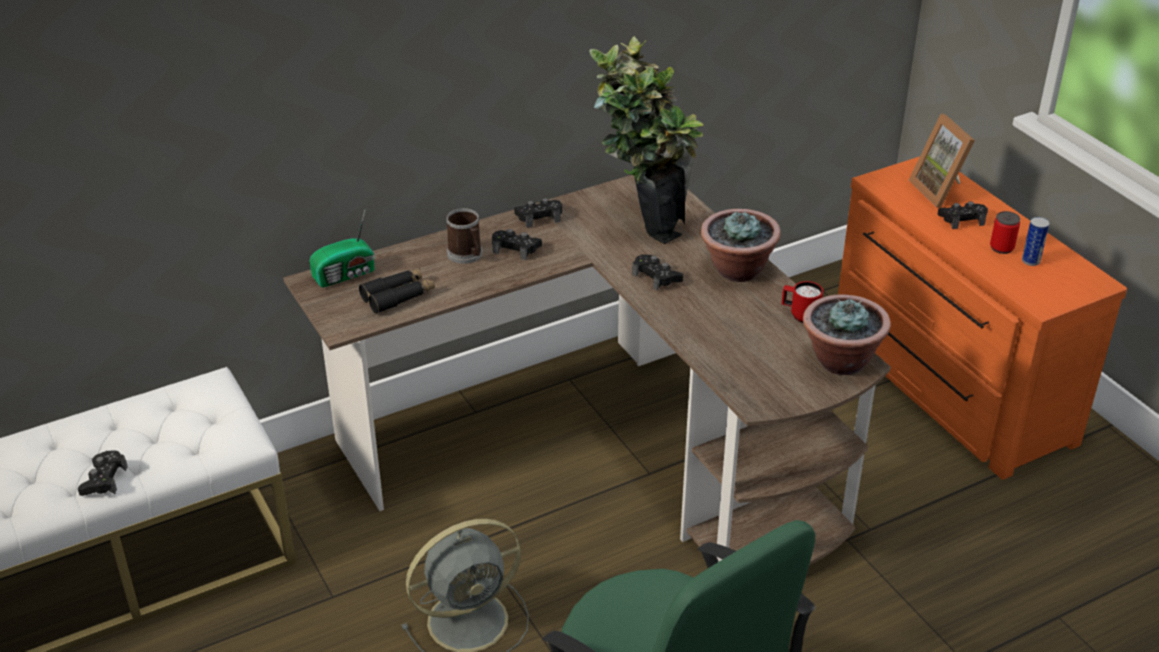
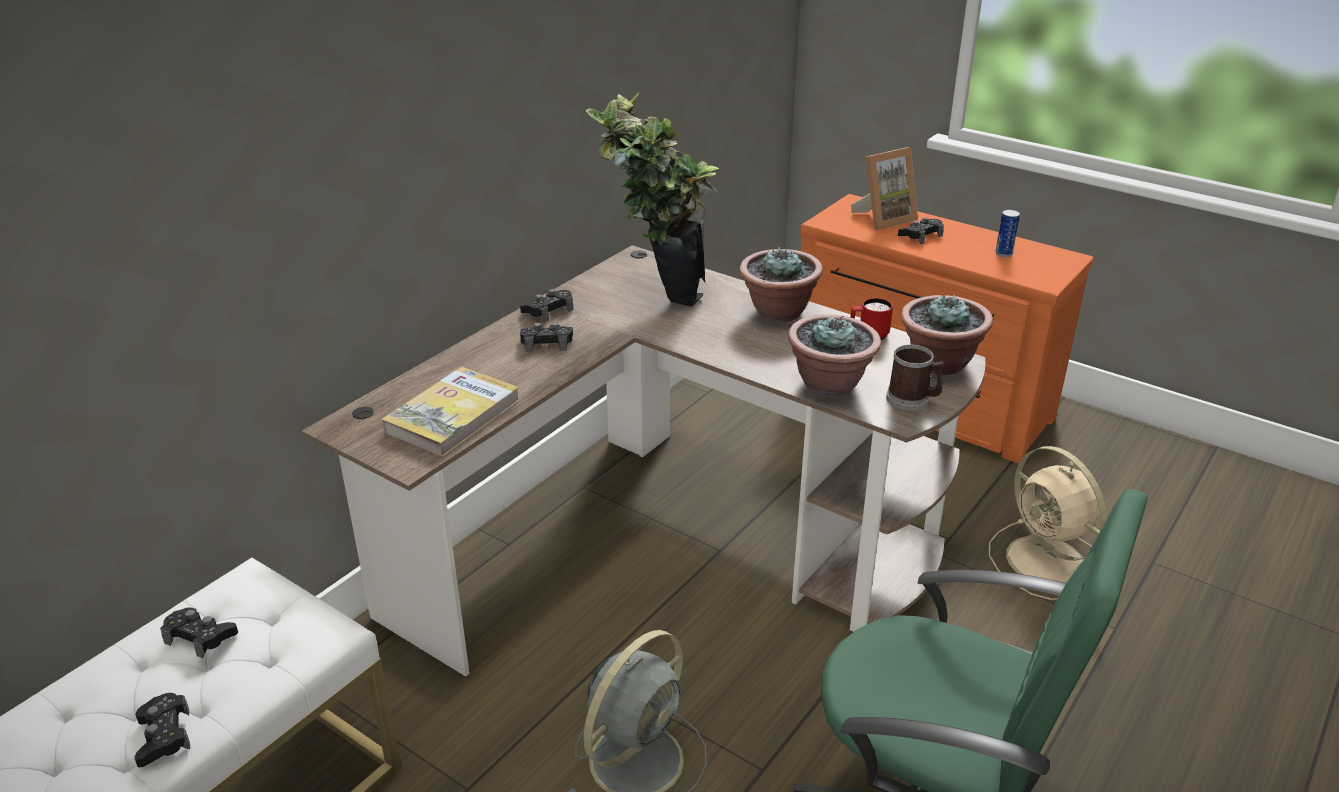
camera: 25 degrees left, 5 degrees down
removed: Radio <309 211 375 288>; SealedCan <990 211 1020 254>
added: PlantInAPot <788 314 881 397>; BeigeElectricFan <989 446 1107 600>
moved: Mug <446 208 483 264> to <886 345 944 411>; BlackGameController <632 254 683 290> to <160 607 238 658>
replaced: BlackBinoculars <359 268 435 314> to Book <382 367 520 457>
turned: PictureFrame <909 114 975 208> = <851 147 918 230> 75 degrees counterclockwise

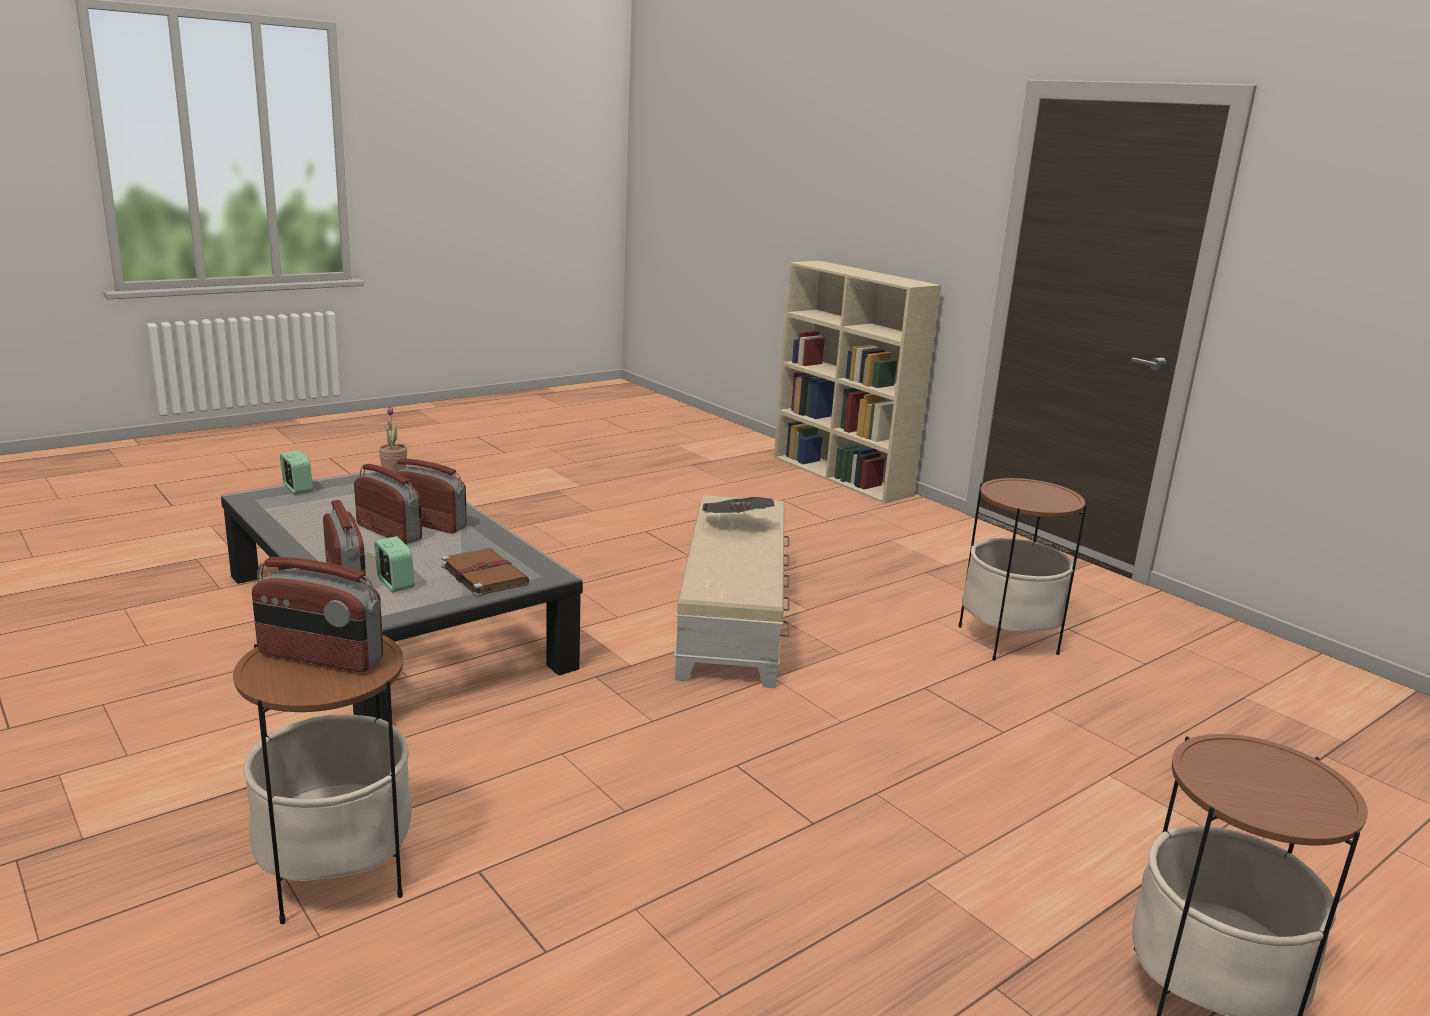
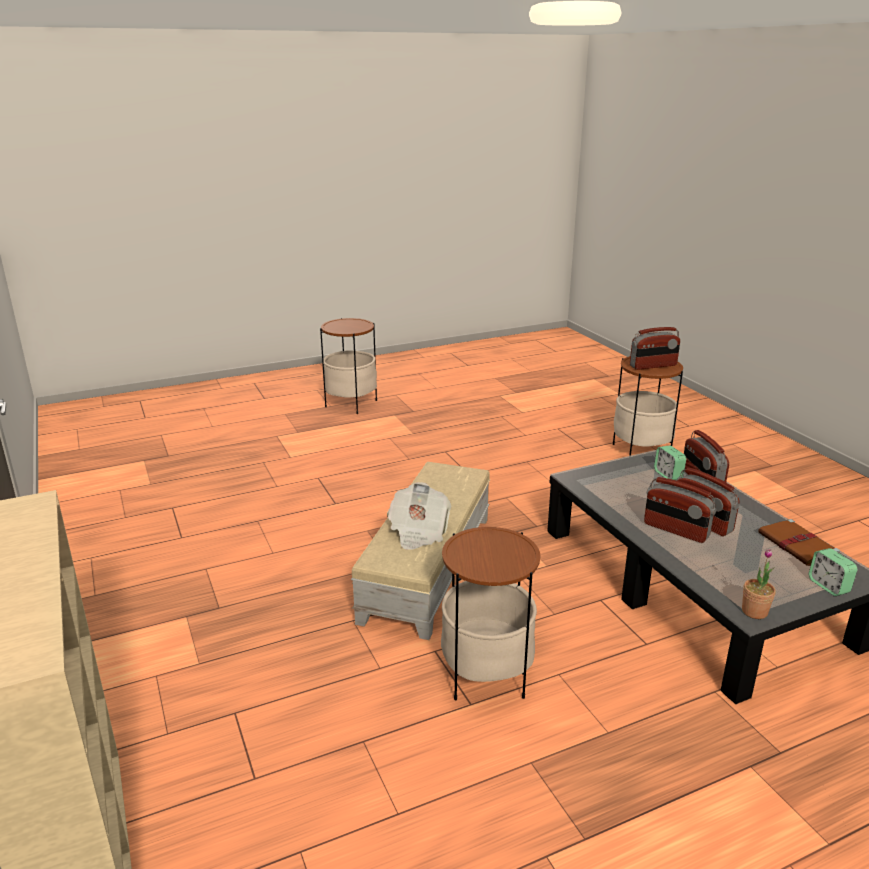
camera: 165 degrees left, 5 degrees up
moved: BrownBook <441 548 529 597> to <758 519 840 566>; AccentTable <958 478 1087 661> to <441 527 540 700>
turned: Radio <252 557 383 672> = <630 327 680 370> 135 degrees clockwise

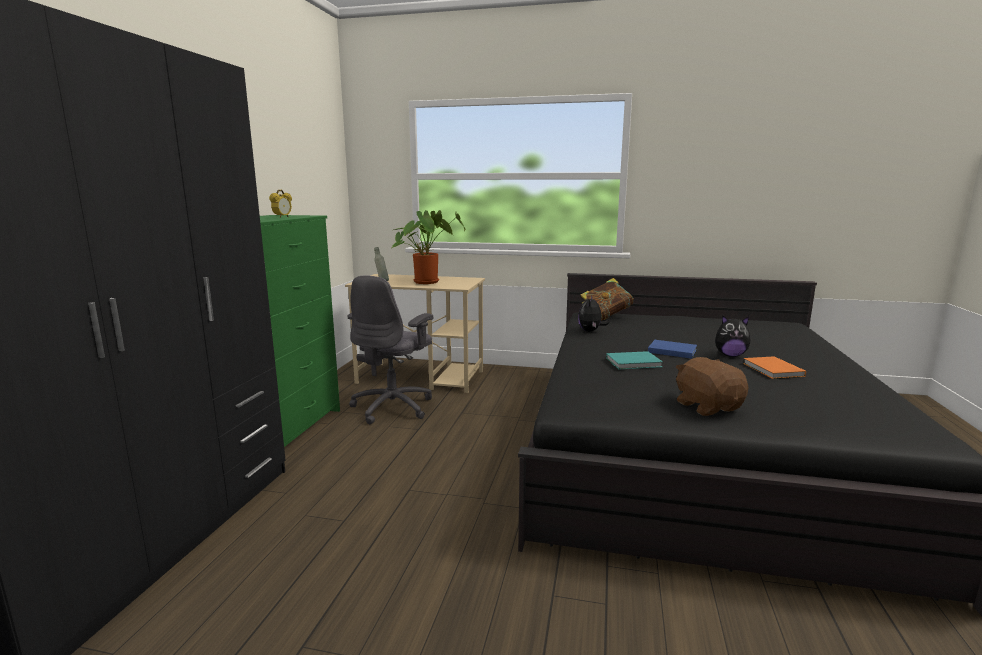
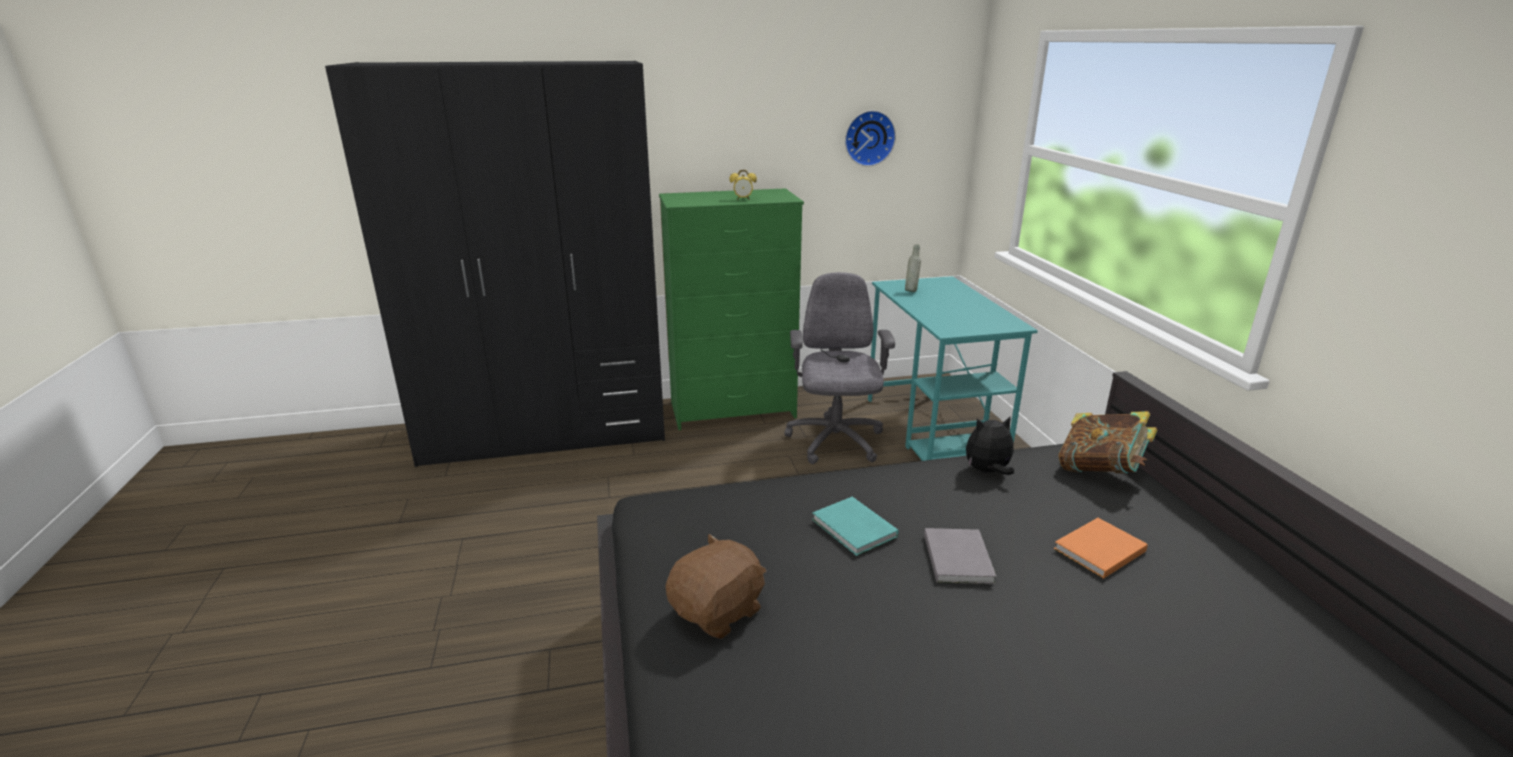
camera: 65 degrees right, 10 degrees up
removed: PlantInAPot <392 210 465 284>; PlushToy <715 316 750 357>
added: WallClock <845 110 896 166>
moved: OrangeColouredBook <743 356 806 379> to <1054 518 1148 579>
recoloured: BeigeDesk <345 274 485 393> to TurquoiseColouredDesk <868 276 1038 461>; BlueColouredBook <648 340 697 359> to GrayBook <924 528 997 584>
turned: GrayComputerChair <347 275 433 424> = <784 272 895 464> 90 degrees clockwise

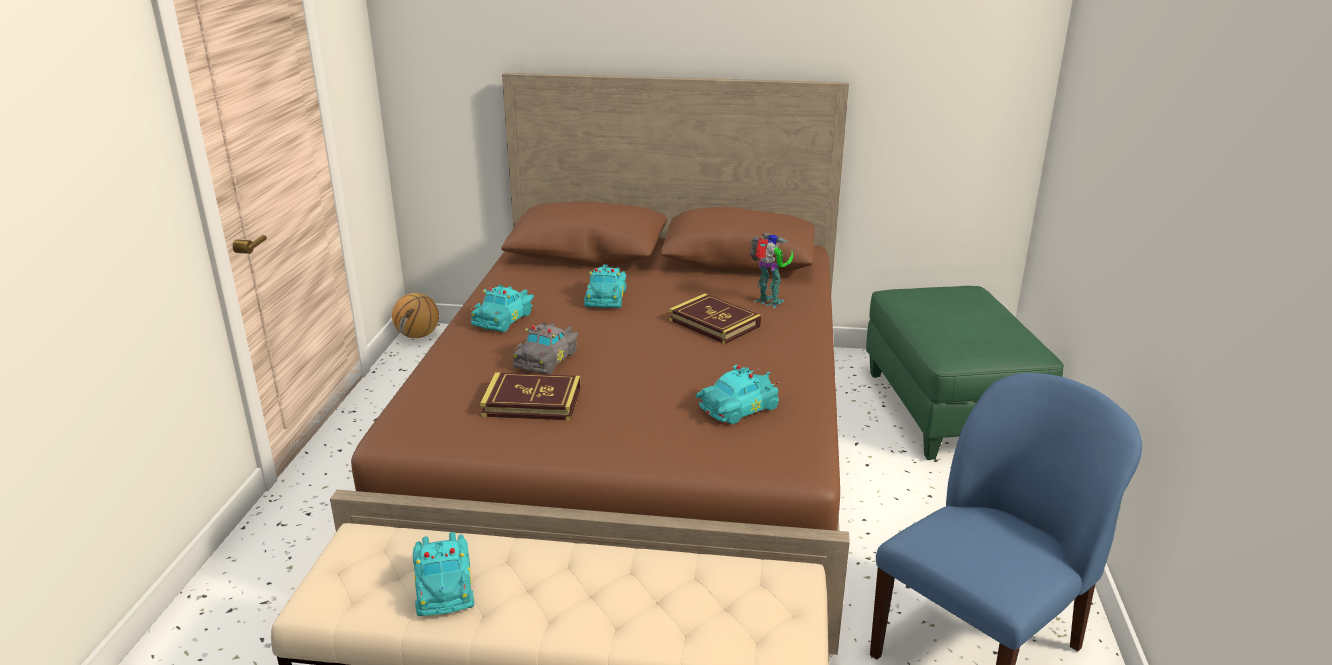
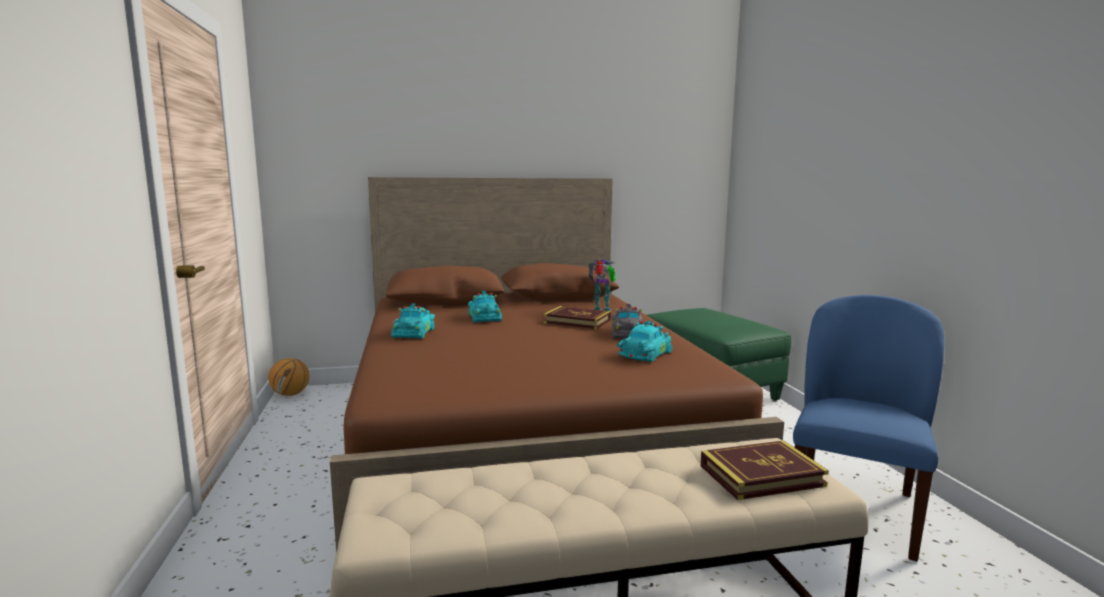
camera: 20 degrees left, 15 degrees down
removed: TurquoiseColouredToyCar <413 532 475 616>
moved: Book <480 372 581 421> to <700 441 829 500>; GrayToyCar <512 322 579 375> to <612 304 643 339>

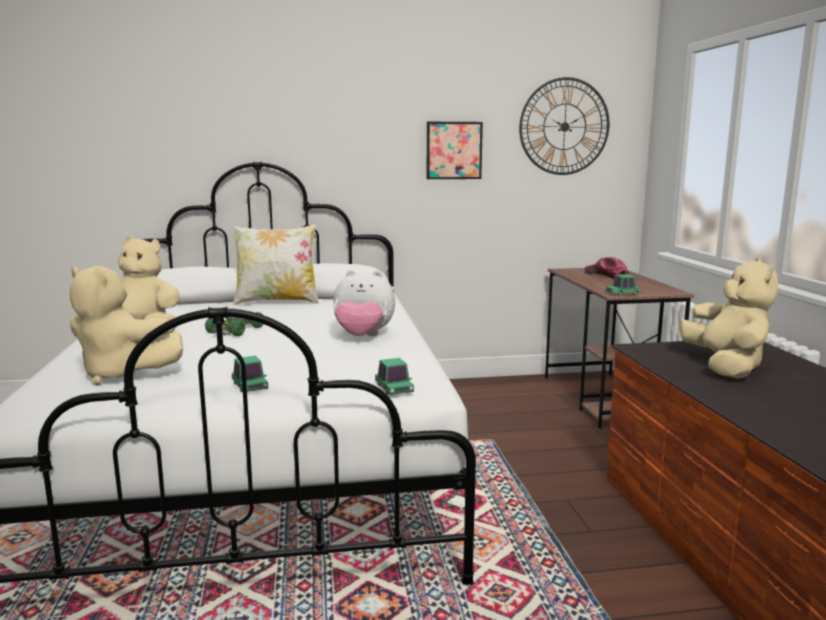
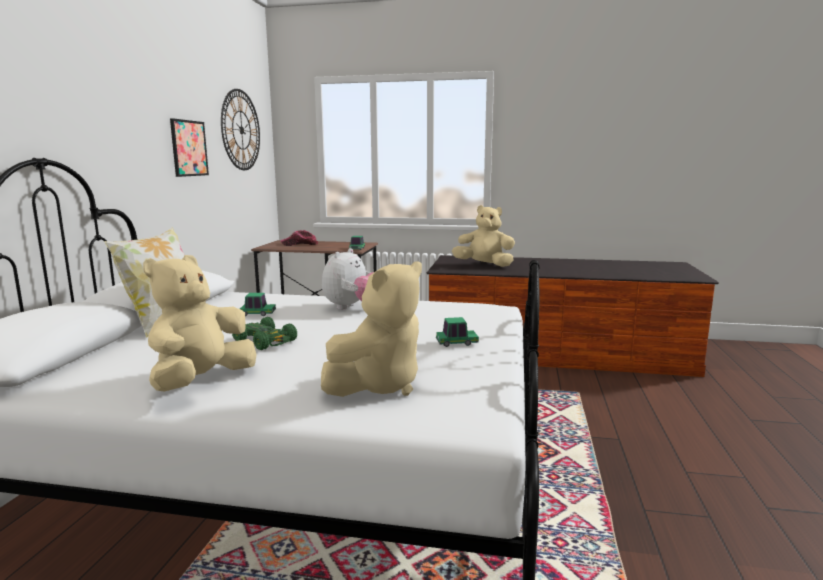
camera: 70 degrees left, 0 degrees up
moved: ToyCar <375 358 414 395> to <240 293 276 316>

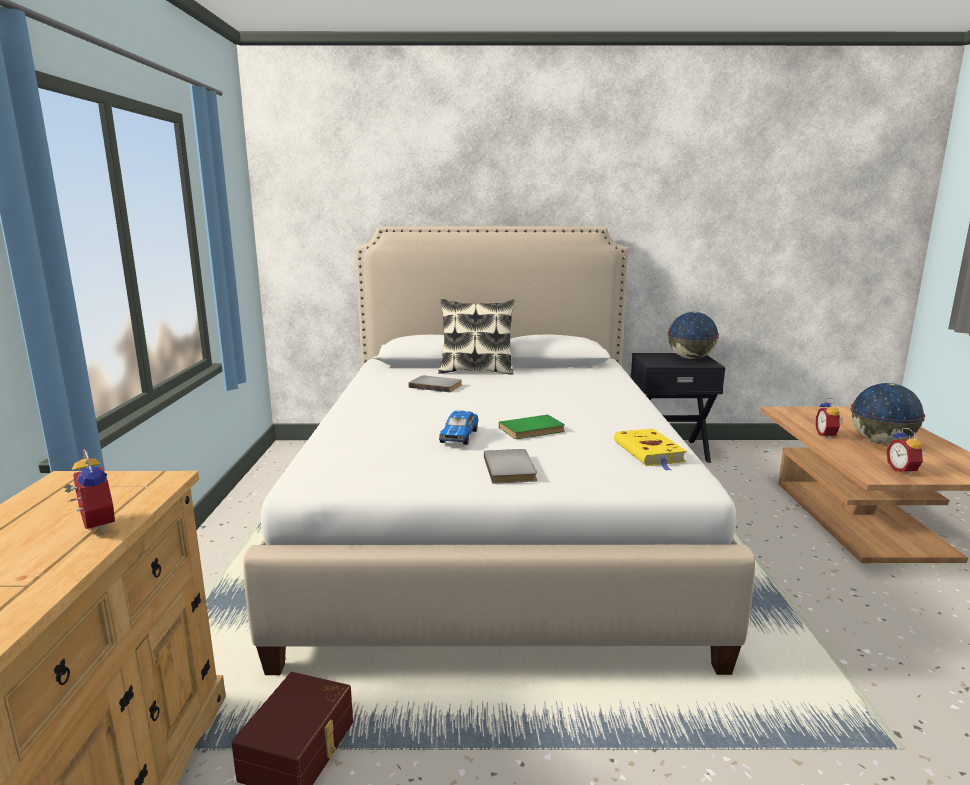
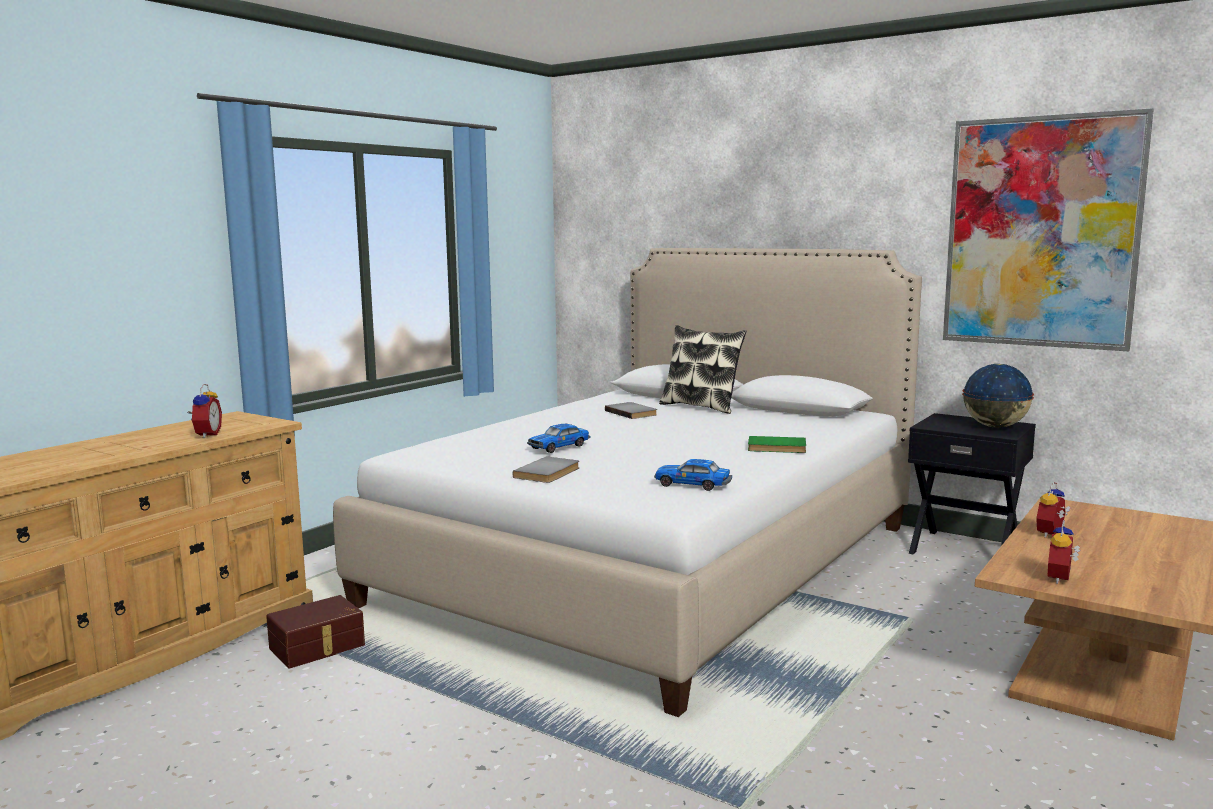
camera: 35 degrees right, 5 degrees down
removed: WorldGlobe <850 383 925 445>
added: WallArt <943 108 1154 351>
moved: GreenishBook <499 415 565 439> to <748 436 806 453>
replaced: YellowBook <614 429 687 471> to ToyCar <654 459 732 491>

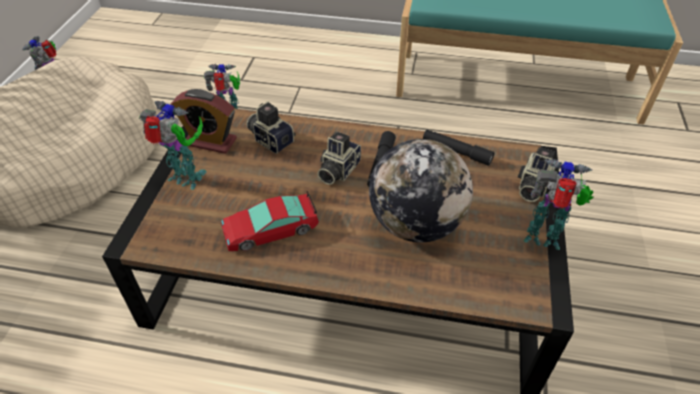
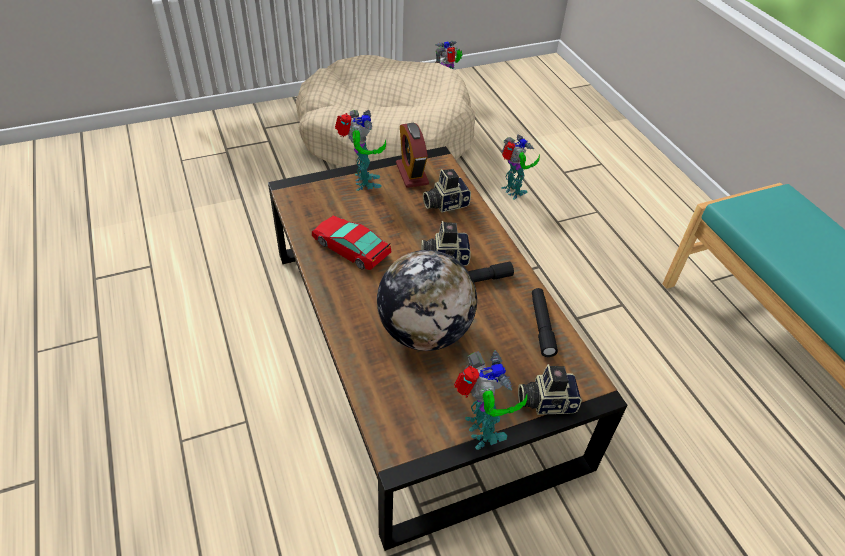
camera: 55 degrees right, 0 degrees up
turned: StillCamera <246 101 296 154> = <423 169 471 213> 120 degrees counterclockwise

